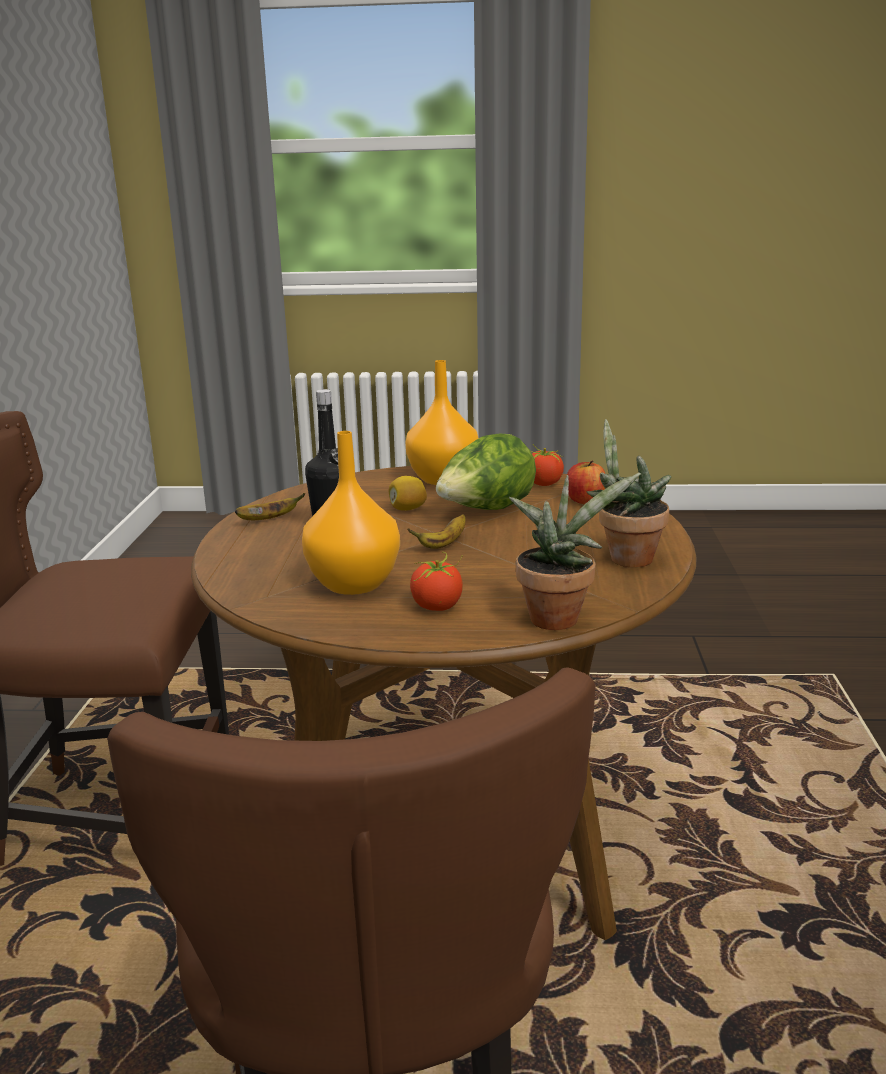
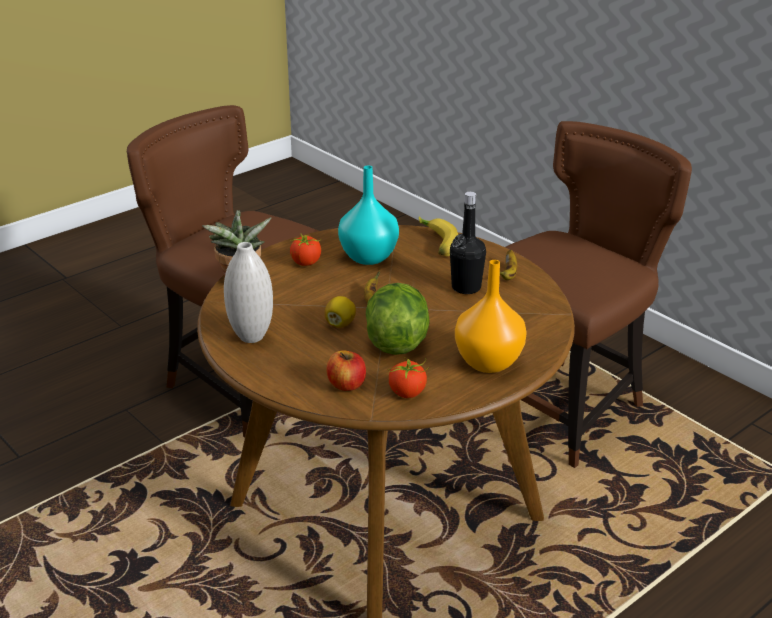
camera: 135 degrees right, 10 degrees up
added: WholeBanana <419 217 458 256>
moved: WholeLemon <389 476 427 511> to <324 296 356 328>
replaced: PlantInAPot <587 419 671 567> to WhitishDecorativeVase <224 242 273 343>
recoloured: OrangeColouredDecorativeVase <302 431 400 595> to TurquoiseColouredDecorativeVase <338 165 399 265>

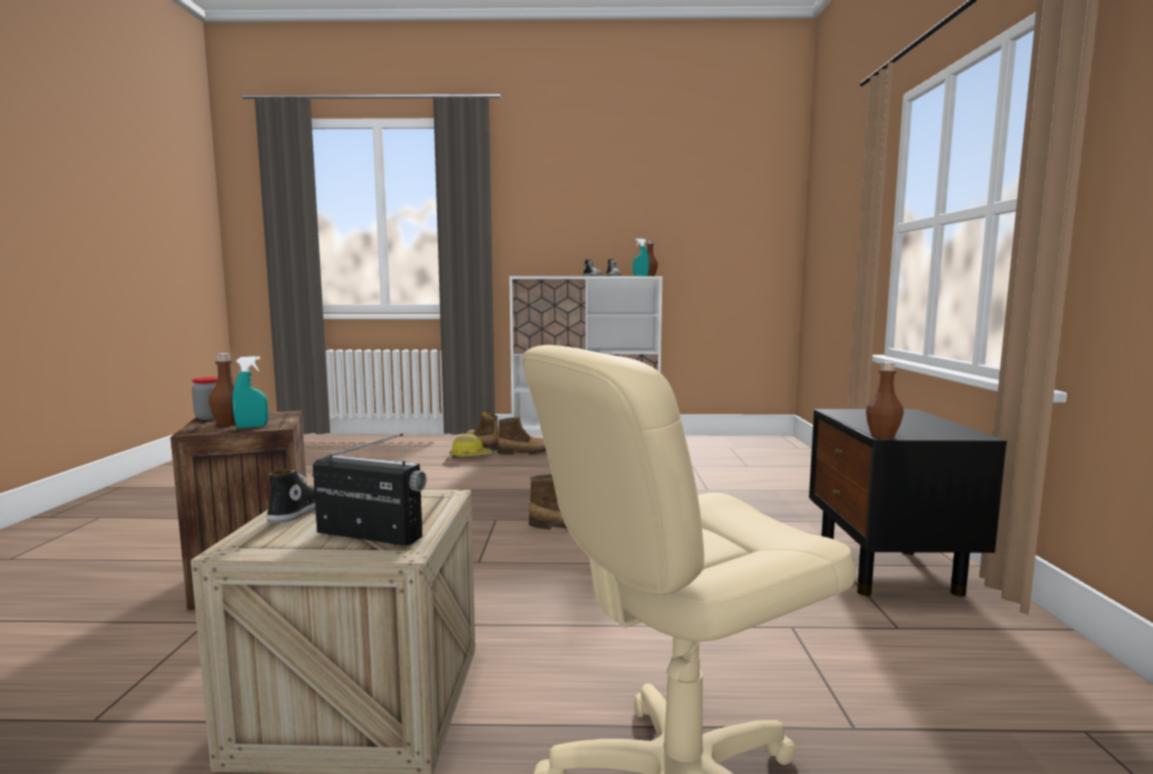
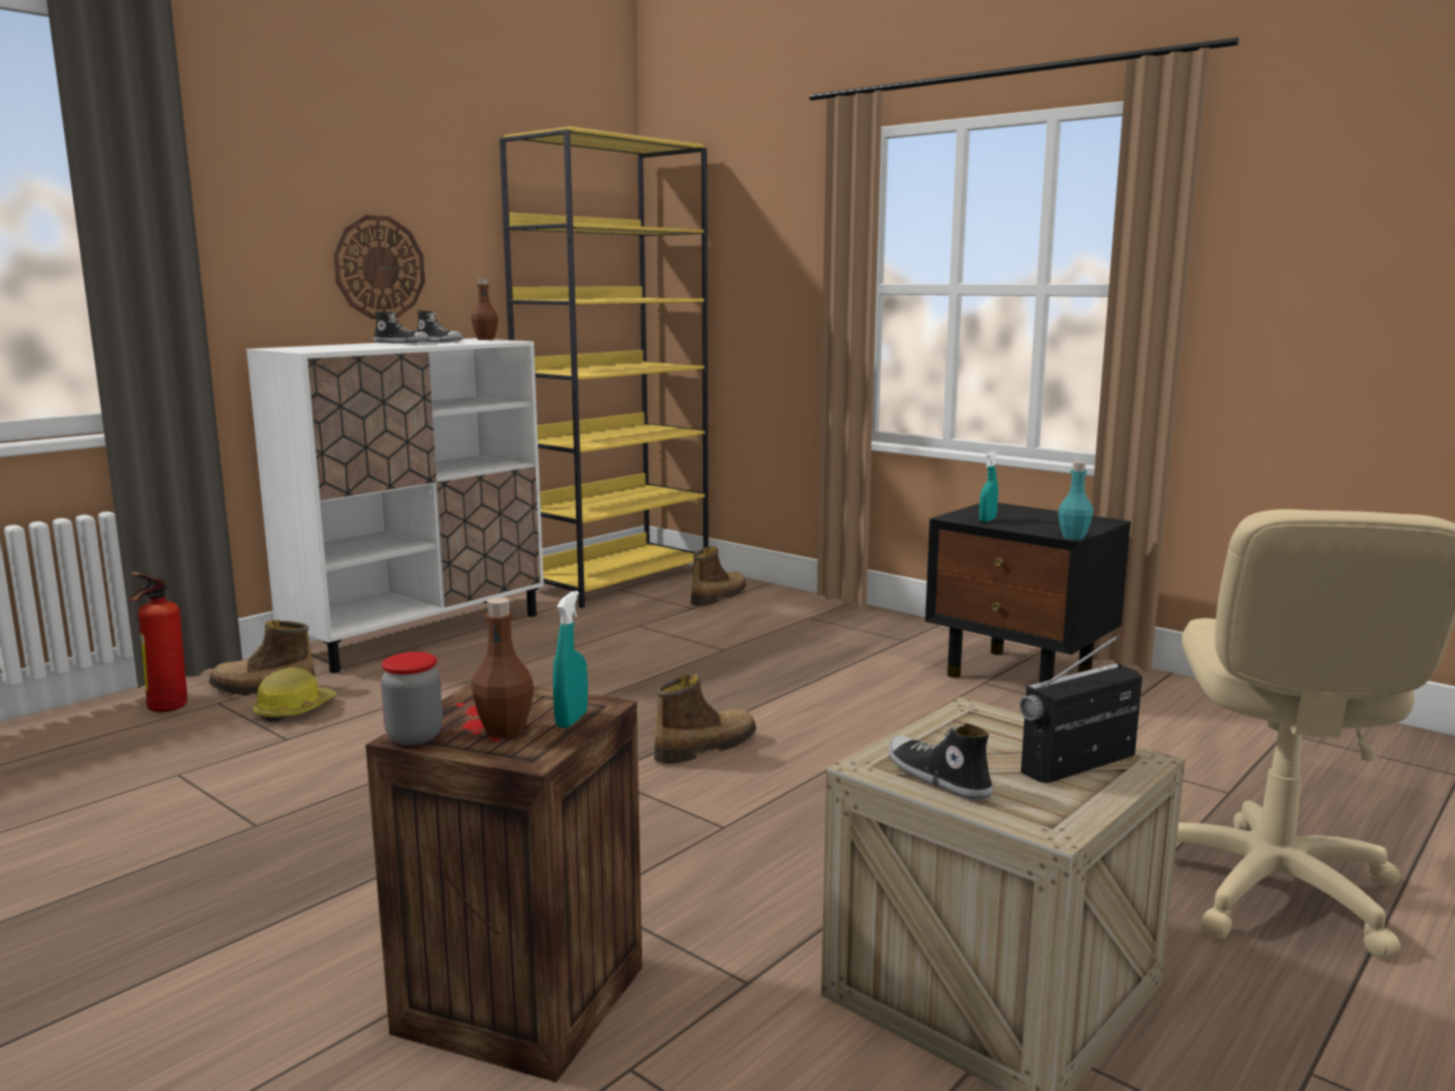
camera: 50 degrees left, 5 degrees up
added: FireFightingCylinder <129 572 187 712>; WallClock <333 215 425 319>; YellowShelvingUnit <499 126 709 608>
moved: TallBoot <497 417 546 455> to <691 546 746 606>; TurquoiseColouredSprayBottle <633 238 649 276> to <979 451 998 522>
recoloured: BrownBottle <866 362 904 439> to TurquoiseColouredBottle <1058 462 1093 540>

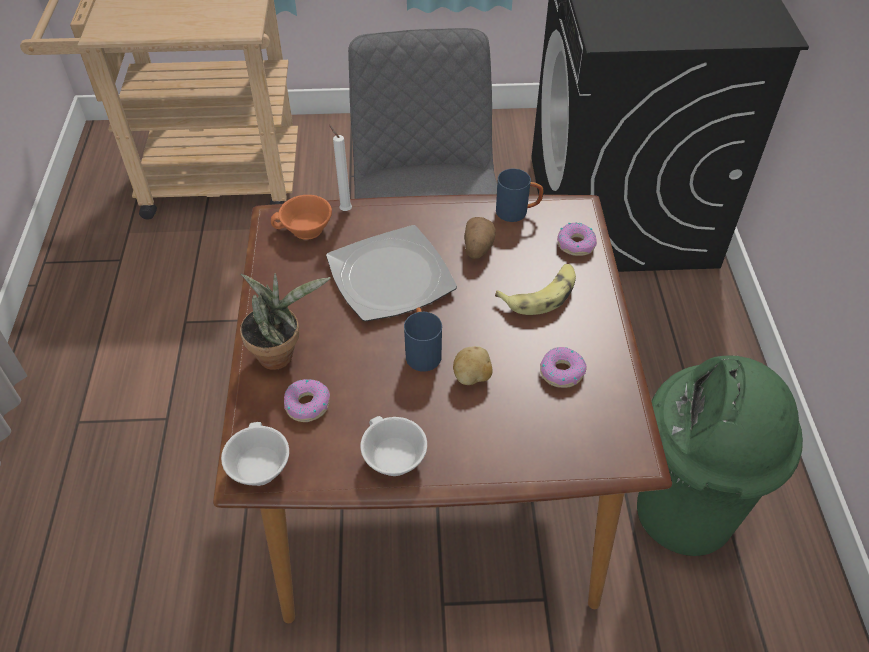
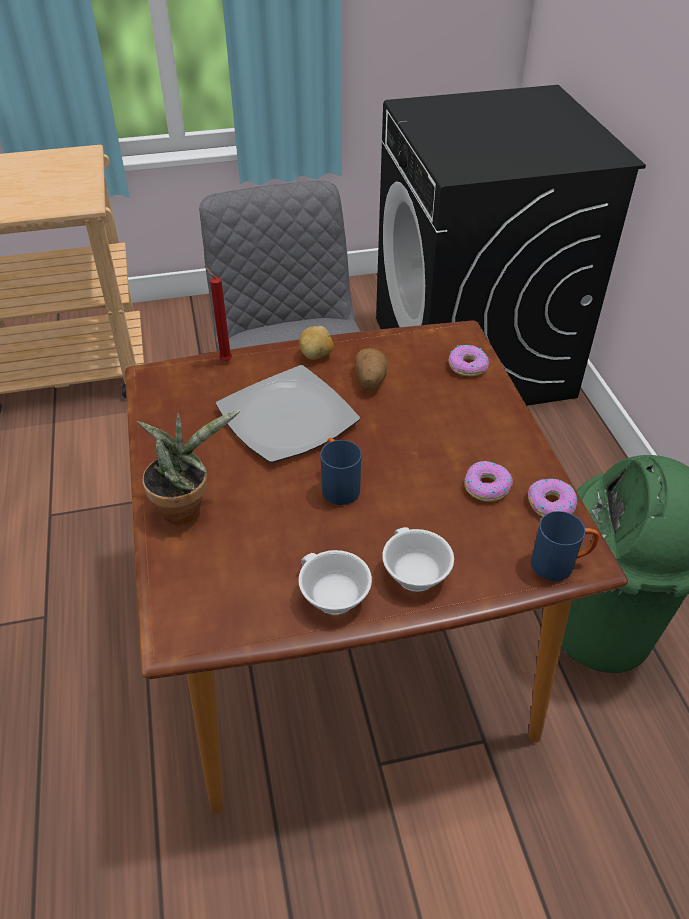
camera: 10 degrees left, 5 degrees down
removed: OrangeColouredCup <271 195 332 240>; WholeBanana <495 264 576 315>
moved: WhitishCup <221 422 289 486> to <382 527 454 592>; Doughnut <284 379 330 422> to <528 479 577 517>; WholePotato <453 346 493 385> to <299 326 334 360>; BlueColouredMug <496 169 543 222> to <531 511 599 581>
recoloured: WhitishCandle <329 125 352 211> to RedCandle <205 267 232 361>

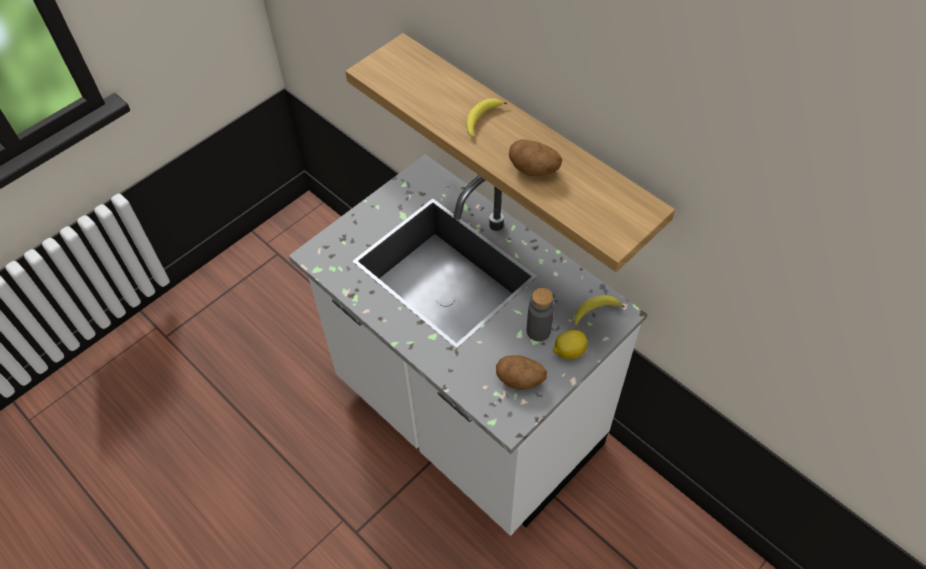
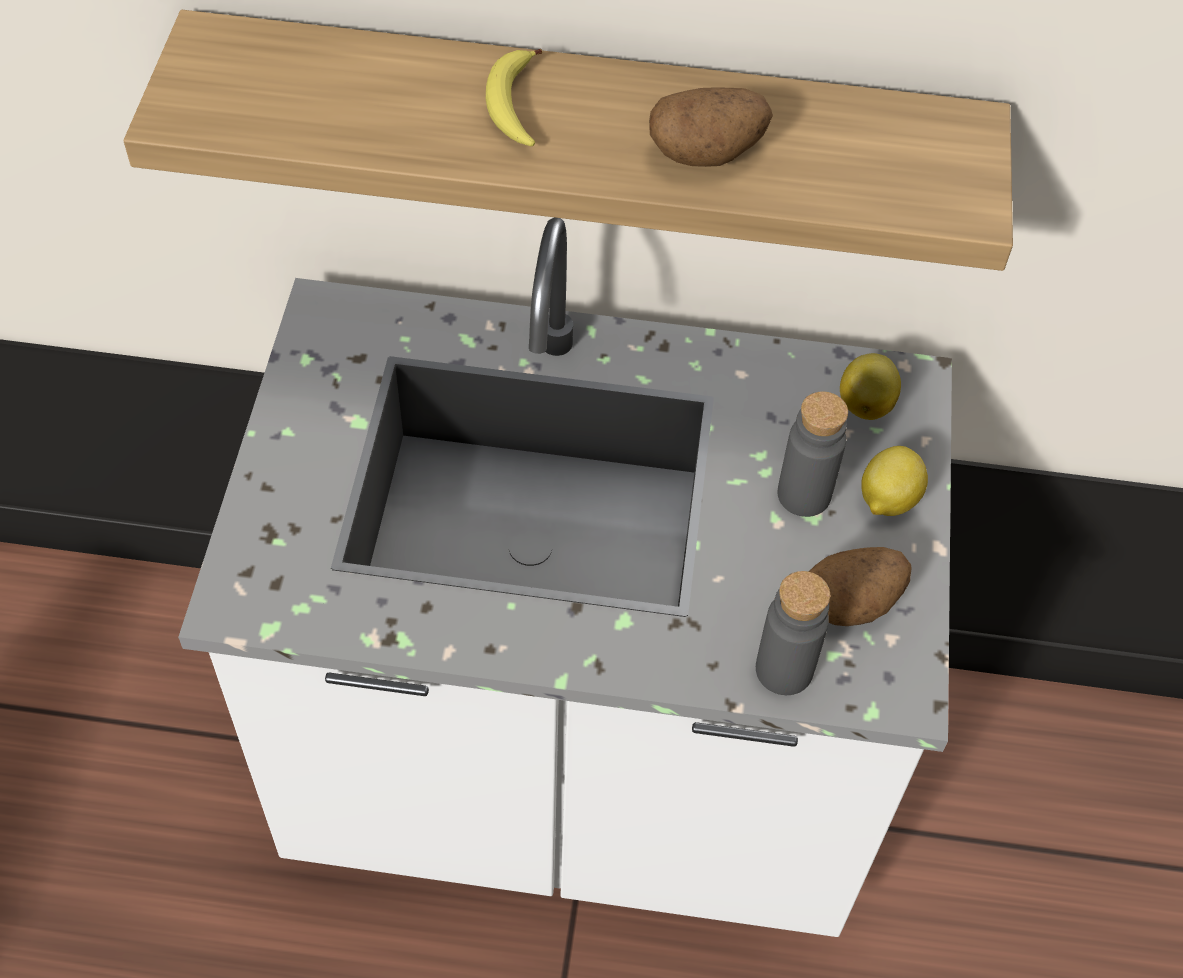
camera: 40 degrees left, 0 degrees up
added: GrayBottle <756 571 830 695>
replaced: WholeBanana <574 295 625 325> to WholeLemon <840 353 901 420>

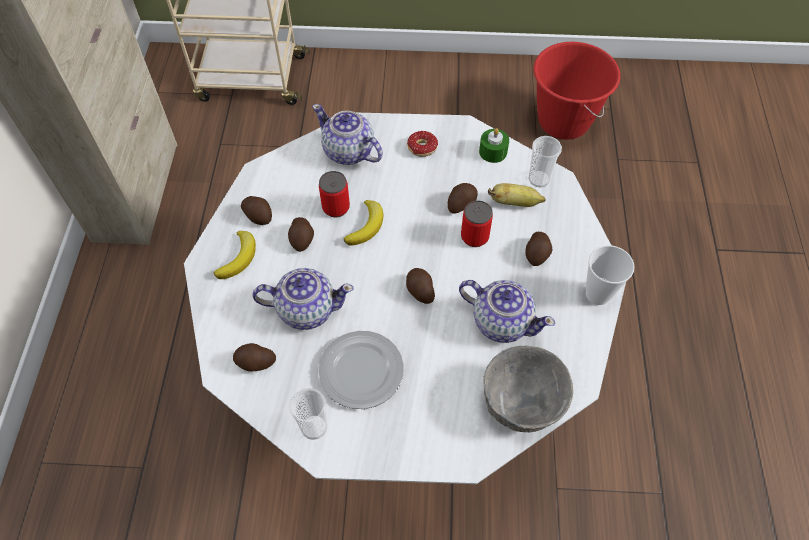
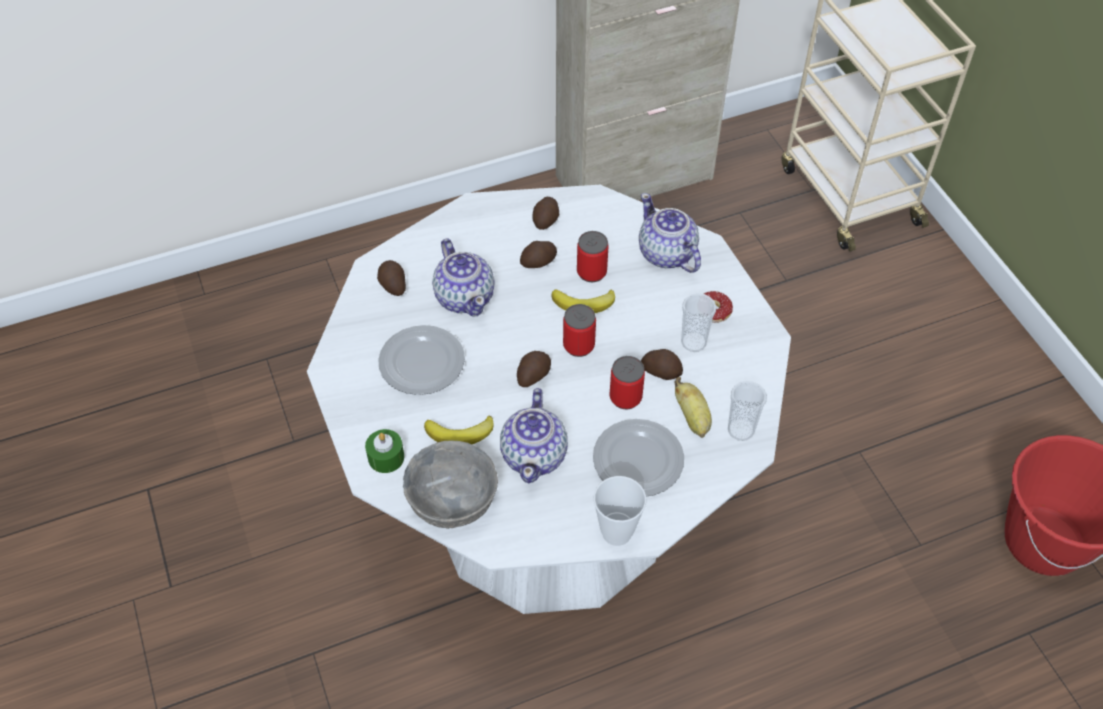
camera: 65 degrees right, 5 degrees down
added: SealedCan <563 304 596 357>
moved: WholeBanana <214 231 256 279> to <424 416 494 444>; Cup <289 388 327 440> to <681 293 717 352>; GreenishCandle <479 128 509 163> to <365 429 404 473>
replaced: WholePotato <525 232 553 266> to DinnerPlate <593 419 684 496>
turned: PotForTea <312 104 383 165> = <639 193 701 273> 45 degrees counterclockwise

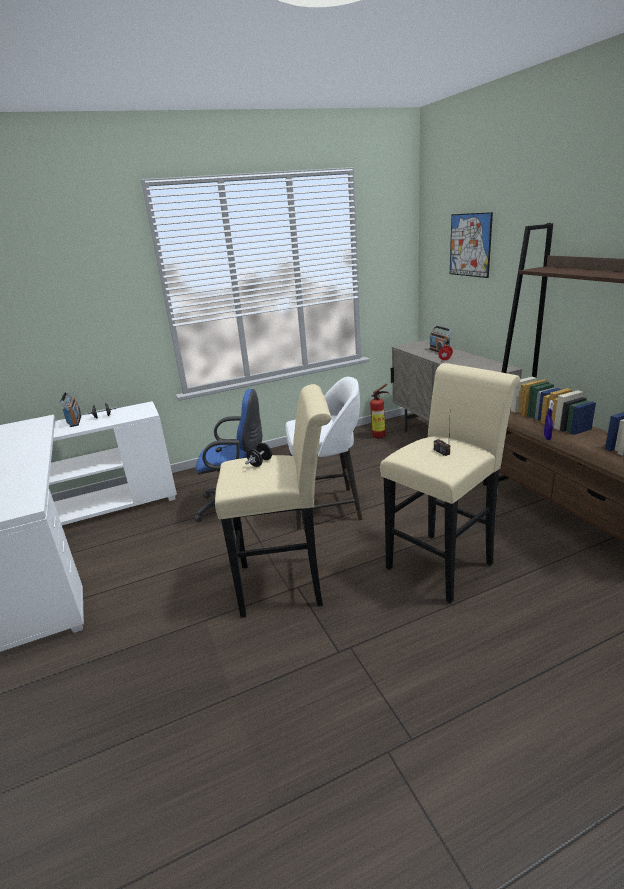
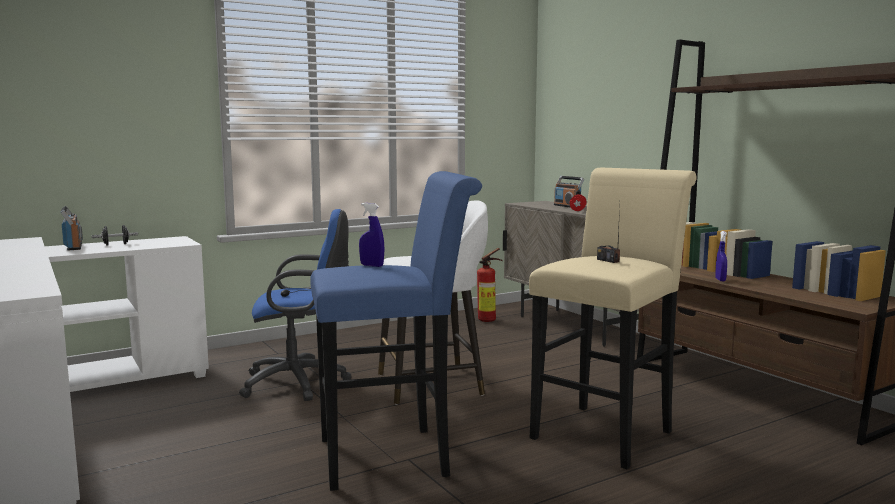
camera: 10 degrees left, 15 degrees down
removed: WallArt <450 212 493 278>
replaced: BlackHandWeight <245 443 272 467> to BlueColouredSprayBottle <359 203 385 267>
recoloured: BeigeStoolSeat <215 384 331 618> to BlueColouredStoolSeat <310 171 482 491>

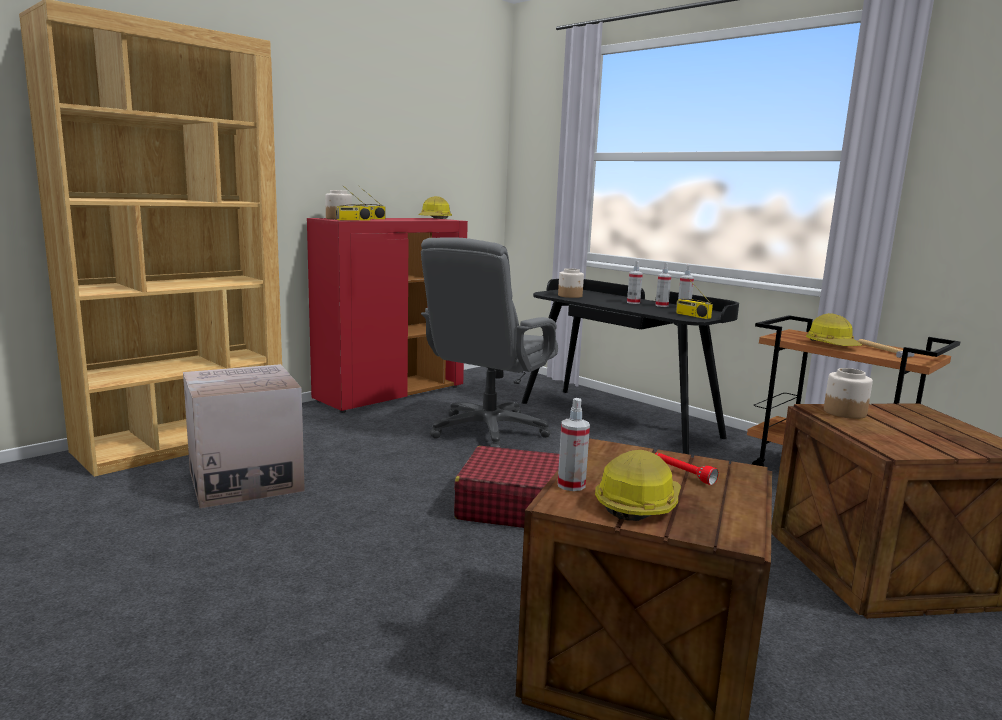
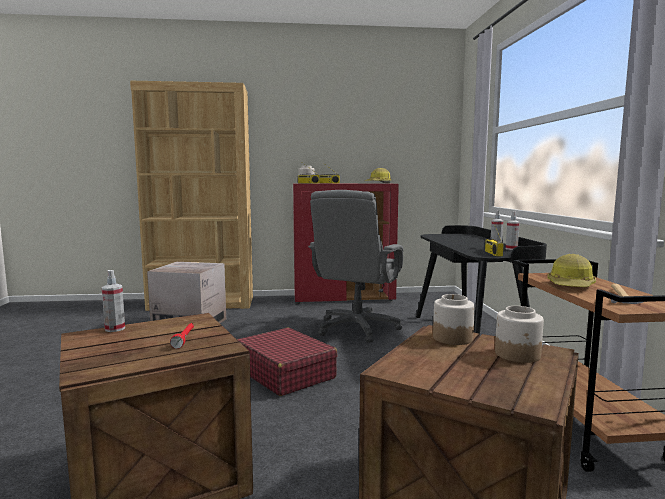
camera: 40 degrees right, 5 degrees down
removed: SafetyHelmet <595 450 681 521>; SprayBottle <627 261 643 304>
moved: Jar <558 268 584 298> to <495 306 544 363>
turned: GrayComputerChair <421 238 558 448> = <308 190 404 343> 45 degrees counterclockwise

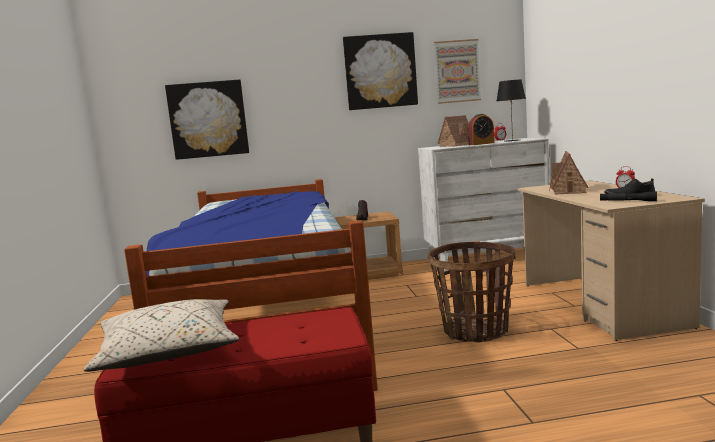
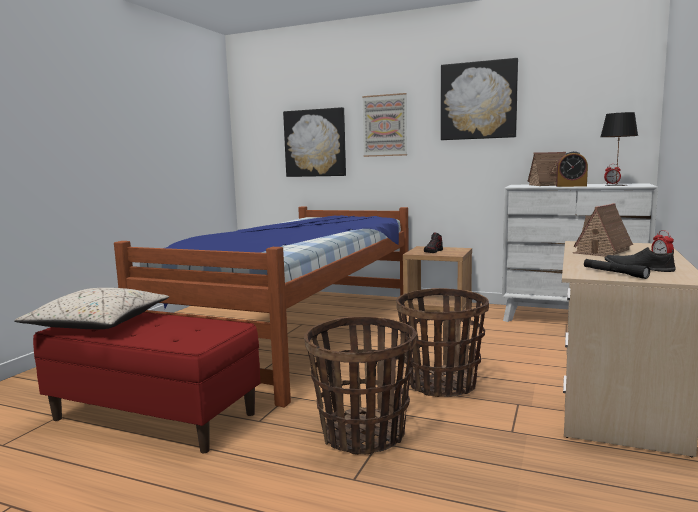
camera: 30 degrees right, 0 degrees up
added: Basket <304 316 417 455>
moved: WallArt <434 39 481 104> to <362 93 407 157>

